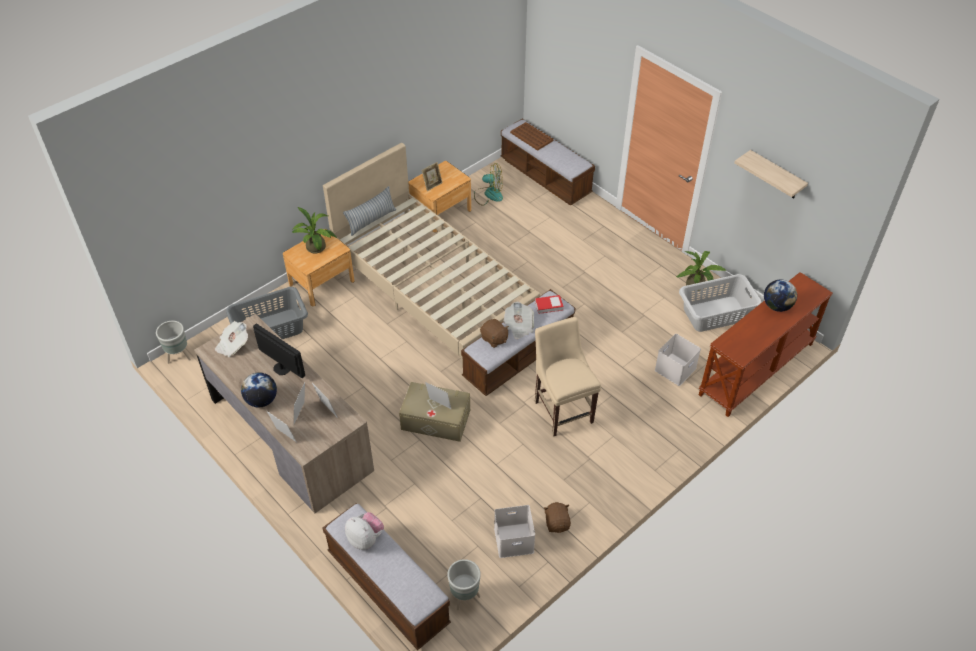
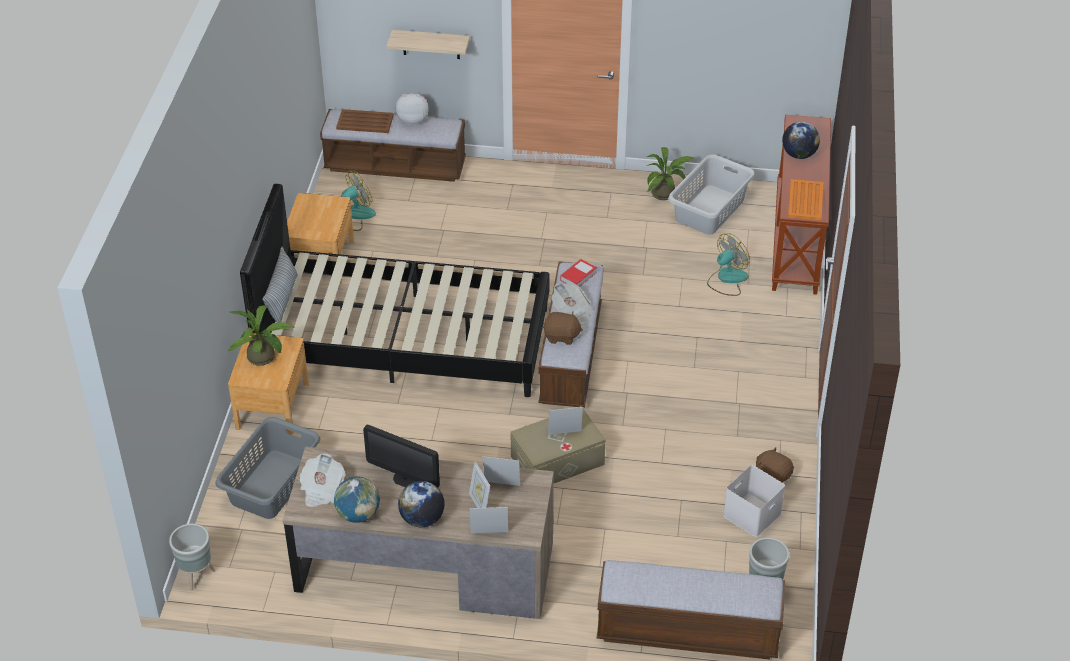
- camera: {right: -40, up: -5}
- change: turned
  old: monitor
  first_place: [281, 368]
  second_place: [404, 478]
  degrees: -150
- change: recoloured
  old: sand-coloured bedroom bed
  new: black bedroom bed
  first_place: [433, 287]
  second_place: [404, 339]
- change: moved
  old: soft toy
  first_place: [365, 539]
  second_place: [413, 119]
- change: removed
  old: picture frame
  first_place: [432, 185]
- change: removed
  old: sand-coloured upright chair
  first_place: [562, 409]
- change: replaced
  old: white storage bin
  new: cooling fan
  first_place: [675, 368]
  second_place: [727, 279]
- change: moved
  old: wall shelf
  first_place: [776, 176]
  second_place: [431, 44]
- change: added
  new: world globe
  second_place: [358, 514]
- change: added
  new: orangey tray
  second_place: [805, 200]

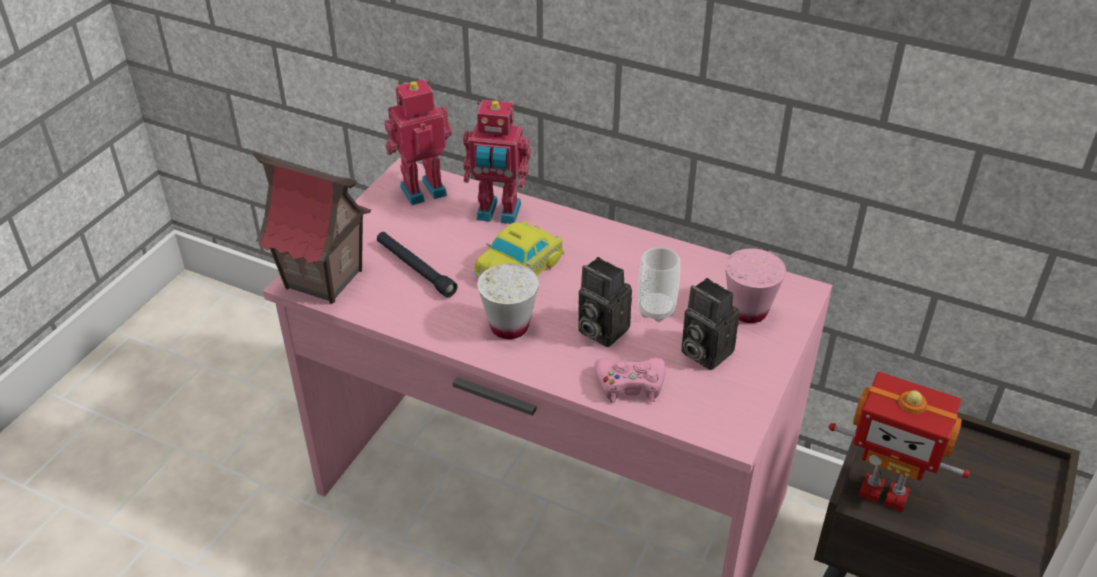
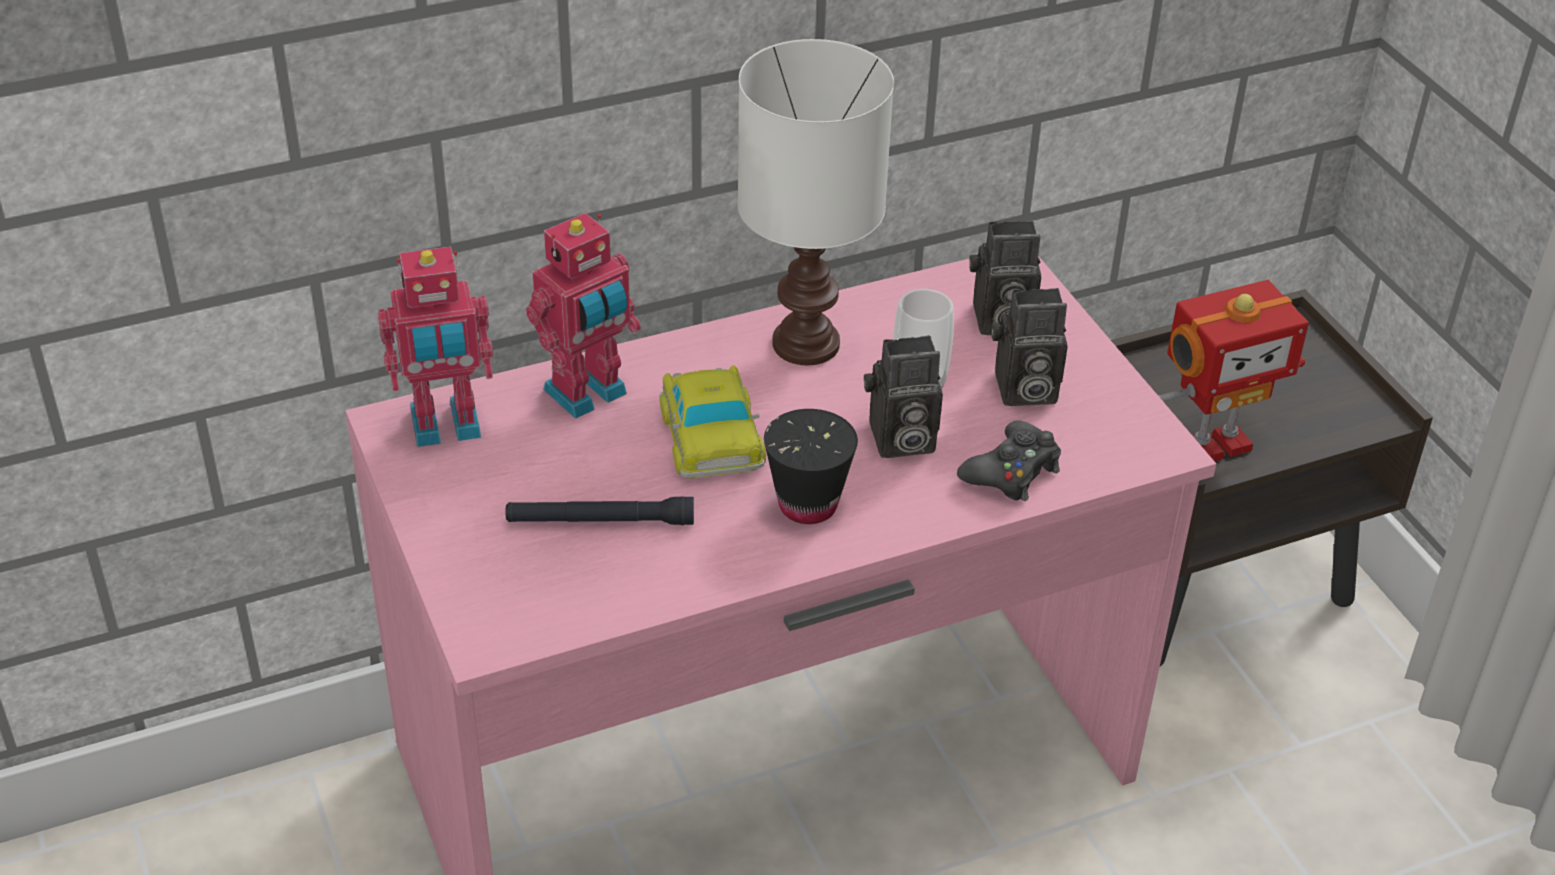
- camera: {right: -50, up: 0}
- change: removed
  old: model house
  first_place: [323, 279]
- change: turned
  old: robot figure
  first_place: [422, 189]
  second_place: [446, 427]
  degrees: -120
- change: recoloured
  old: white drinking cup
  new: black drinking cup
  first_place: [509, 326]
  second_place: [807, 505]
- change: recoloured
  old: pink gamepad
  new: black gamepad
  first_place: [630, 385]
  second_place: [1012, 472]
- change: replaced
  old: pink drinking cup
  new: photo camera
  first_place: [748, 311]
  second_place: [999, 321]
- change: added
  new: white table lamp
  second_place: [806, 346]

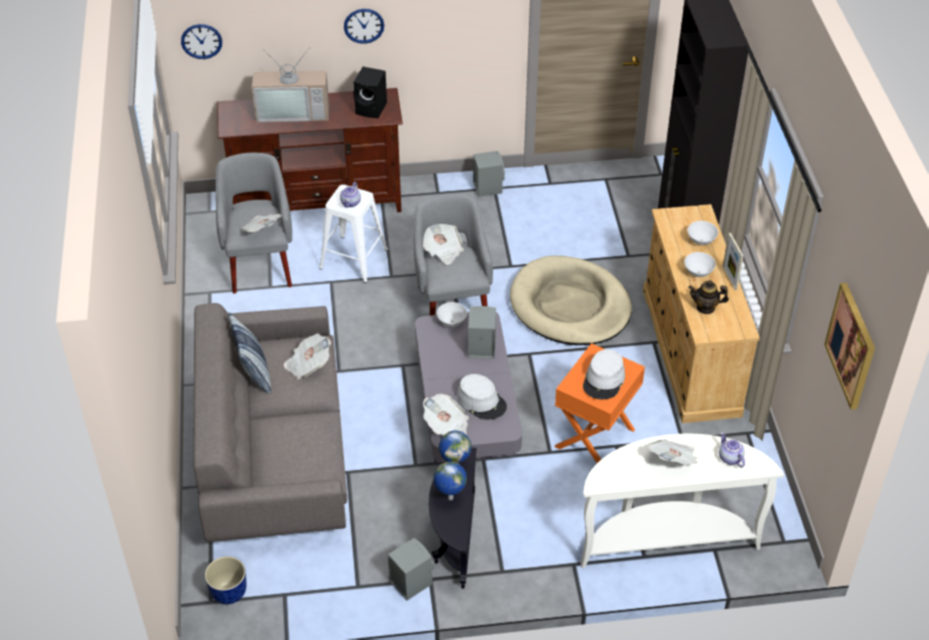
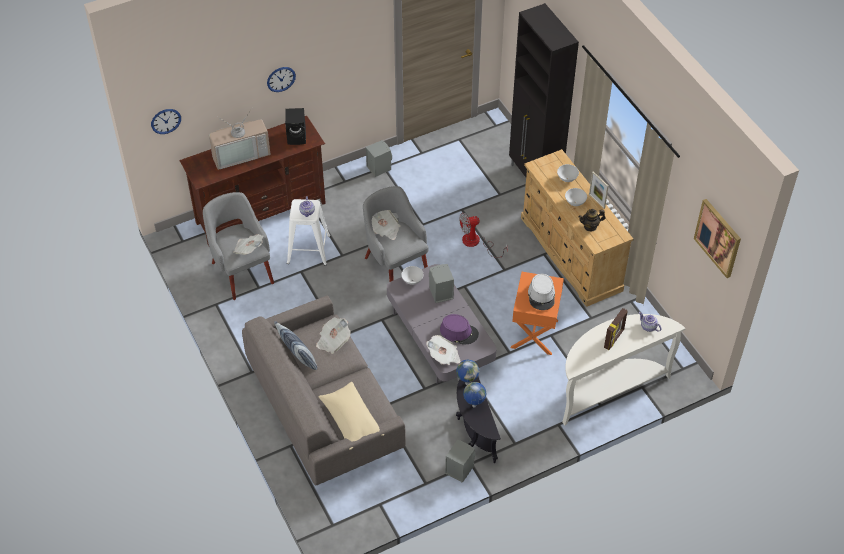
- camera: {right: -20, up: 5}
- change: removed
  old: plant pot
  first_place: [228, 593]
- change: recoloured
  old: greyish wearable hat
  new: purple wearable hat
  first_place: [481, 401]
  second_place: [459, 332]
- change: replaced
  old: sand-coloured pet bed
  new: cooling fan
  first_place: [570, 306]
  second_place: [476, 243]
- change: replaced
  old: newspaper
  new: picture frame
  first_place: [673, 460]
  second_place: [614, 339]
- change: added
  new: sand-coloured pillow
  second_place: [351, 421]

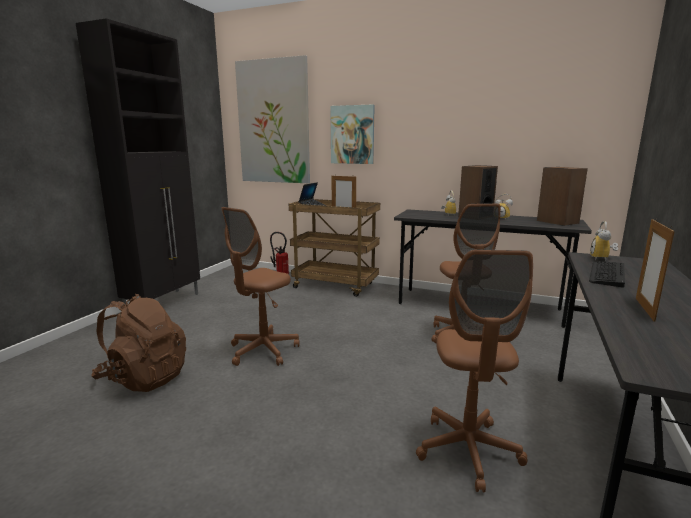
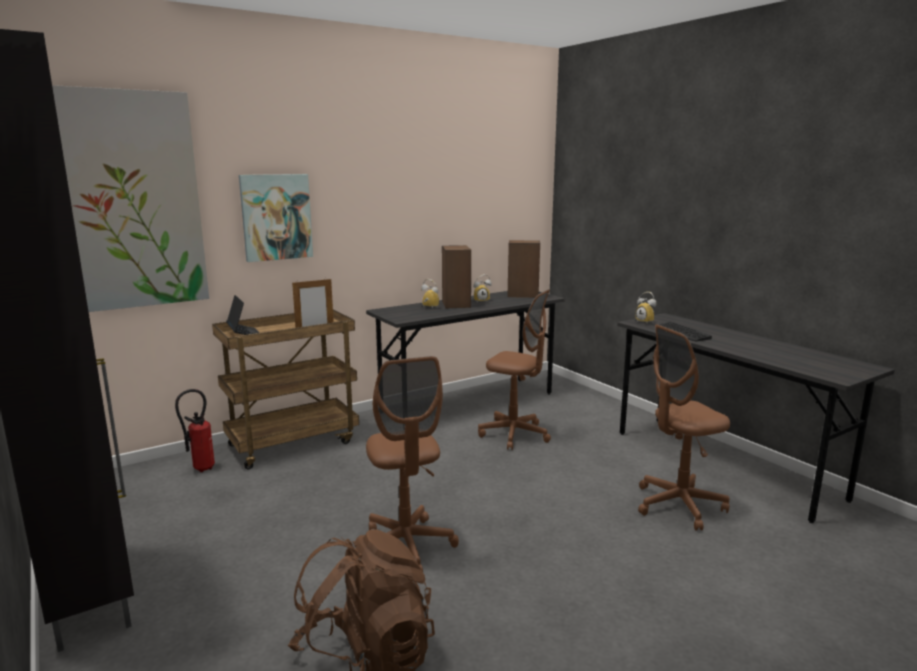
- camera: {right: -55, up: 0}
- change: turned
  old: brownish office chair
  first_place: [468, 450]
  second_place: [678, 505]
  degrees: 120
- change: removed
  old: picture frame
  first_place: [644, 309]

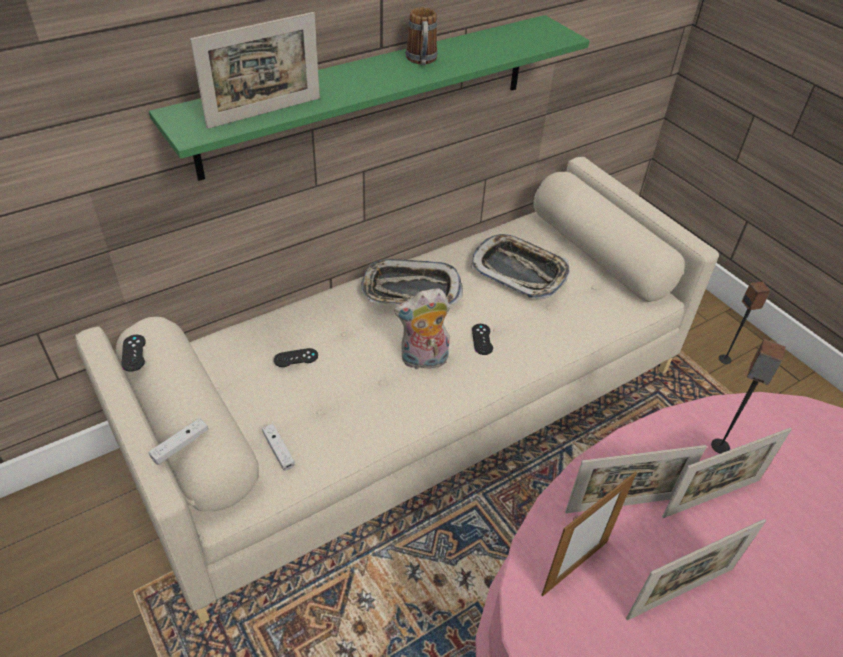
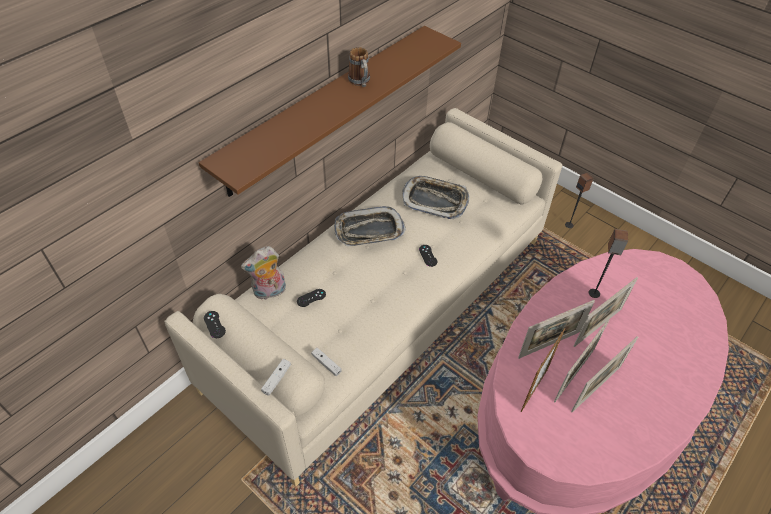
- camera: {right: -15, up: 5}
- change: recoloured
  old: green wall shelf
  new: brownish wall shelf
  first_place: [371, 94]
  second_place: [326, 108]
- change: moved
  old: picture frame
  first_place: [265, 112]
  second_place: [574, 375]
- change: moved
  old: soft toy
  first_place: [423, 361]
  second_place: [269, 292]

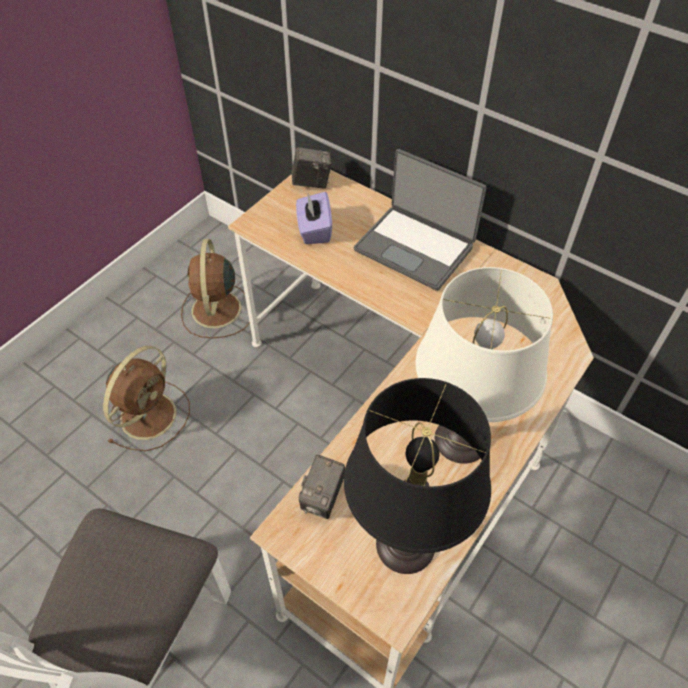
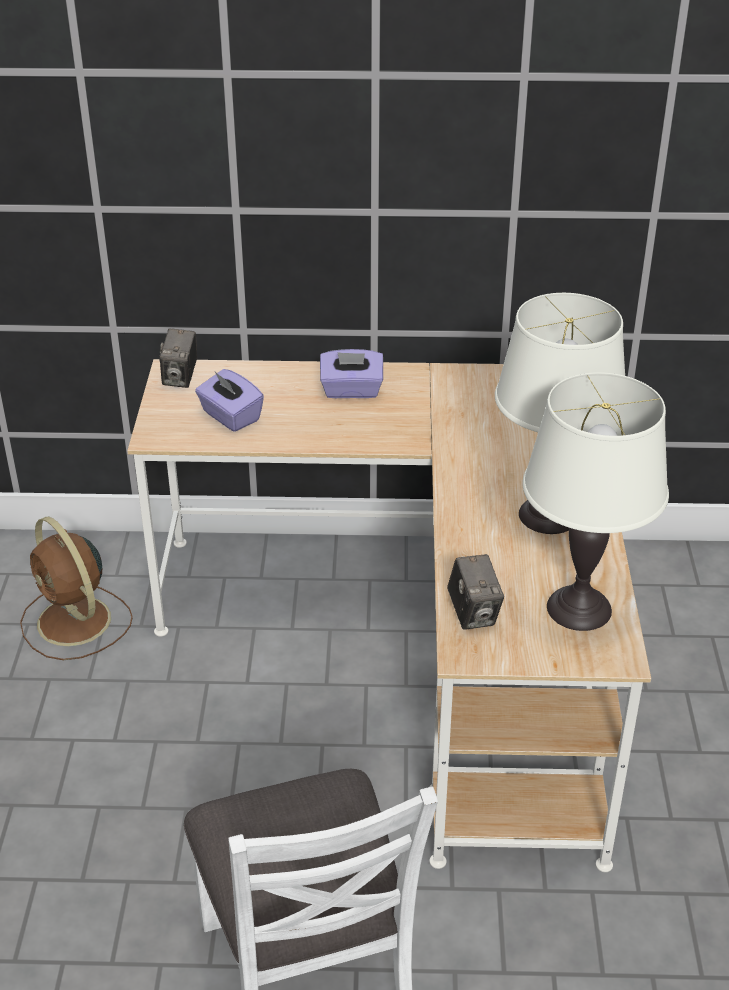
- camera: {right: -35, up: -15}
- change: removed
  old: brownish cooling fan
  first_place: [150, 413]
- change: turned
  old: photo camera
  first_place: [311, 183]
  second_place: [180, 378]
  degrees: 135
- change: recoloured
  old: black table lamp
  new: white table lamp
  first_place: [405, 544]
  second_place: [578, 608]
- change: replaced
  old: notebook computer
  new: purple tissue holder
  first_place: [415, 247]
  second_place: [351, 391]

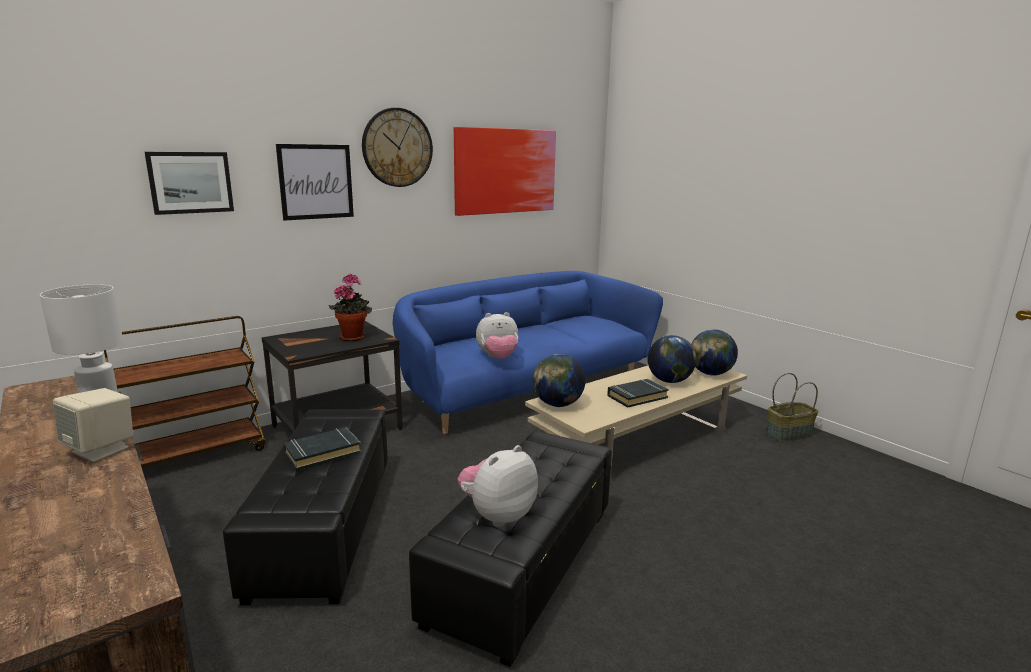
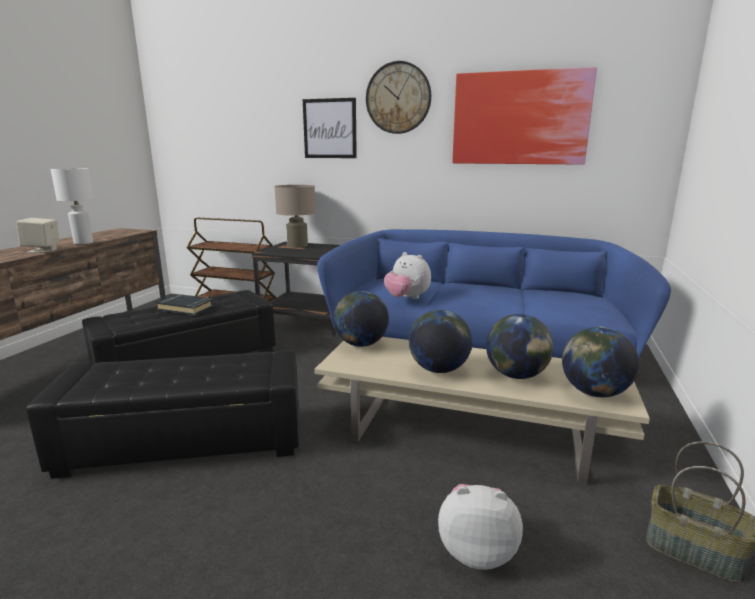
- camera: {right: 55, up: 0}
- change: removed
  old: wall art
  first_place: [190, 182]
- change: removed
  old: plant in a pot
  first_place: [353, 337]
- change: moved
  old: soft toy
  first_place: [497, 515]
  second_place: [476, 550]
- change: replaced
  old: black book
  new: world globe
  first_place: [636, 396]
  second_place: [438, 370]
- change: added
  new: sand-coloured table lamp
  second_place: [297, 245]

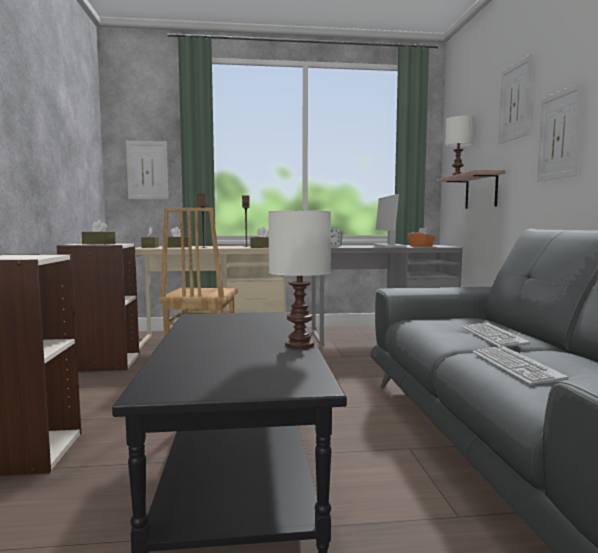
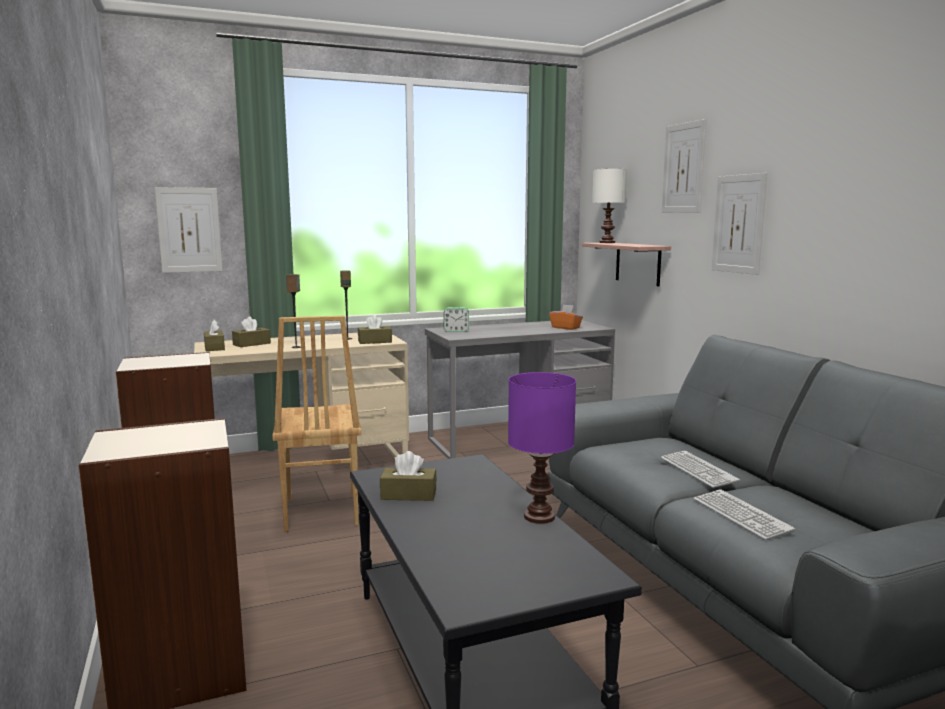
- camera: {right: -15, up: 5}
- change: moved
  old: brownish tissue holder
  first_place: [98, 244]
  second_place: [408, 494]
- change: recoloured
  old: white table lamp
  new: purple table lamp
  first_place: [300, 345]
  second_place: [540, 517]
- change: removed
  old: monitor
  first_place: [389, 246]

